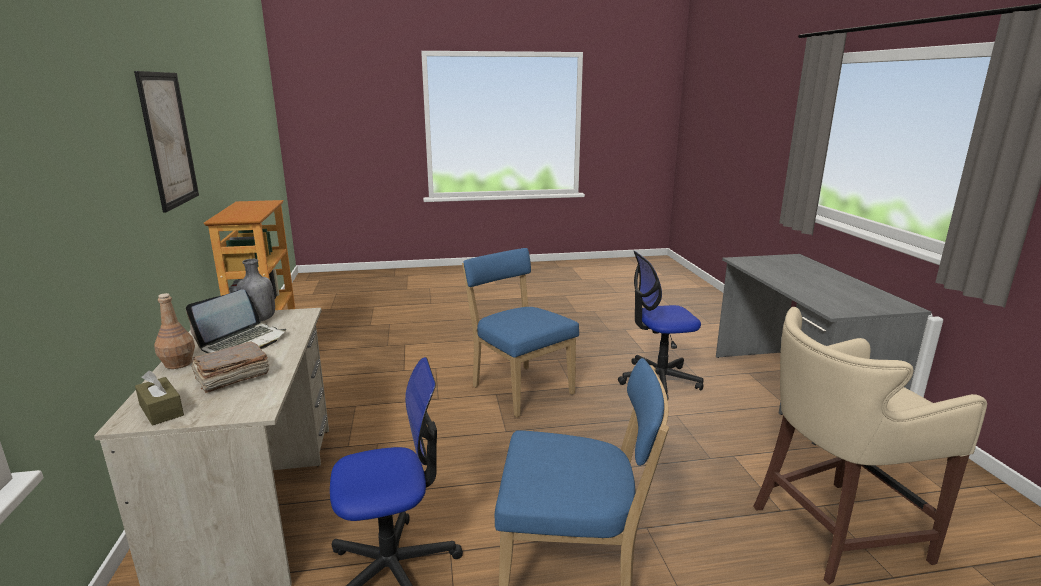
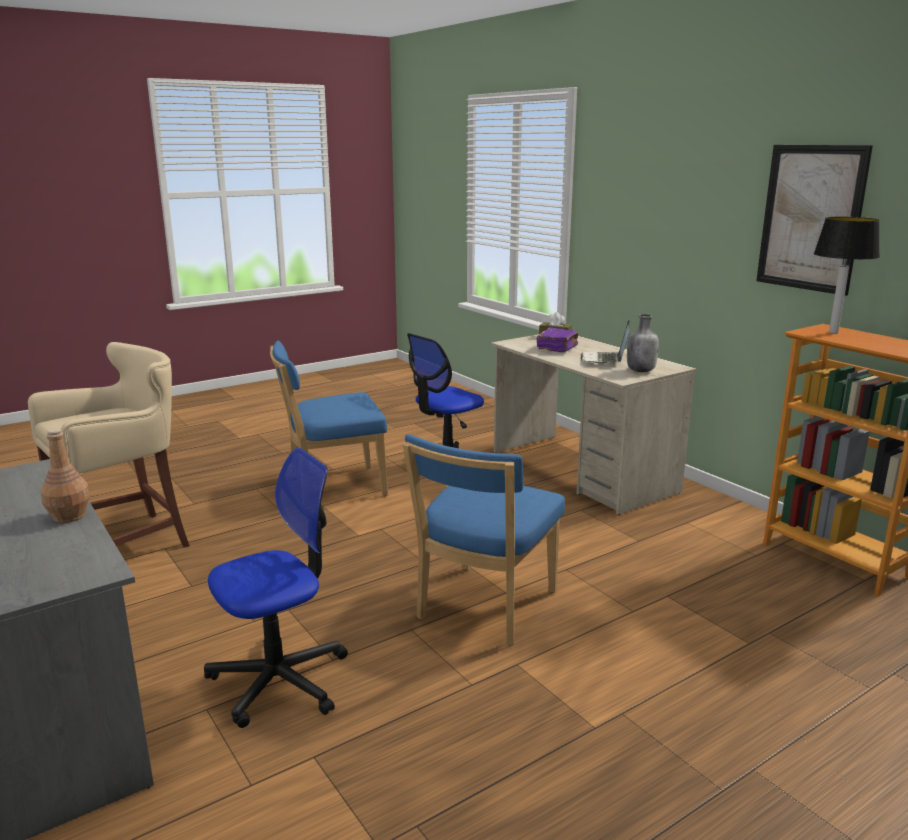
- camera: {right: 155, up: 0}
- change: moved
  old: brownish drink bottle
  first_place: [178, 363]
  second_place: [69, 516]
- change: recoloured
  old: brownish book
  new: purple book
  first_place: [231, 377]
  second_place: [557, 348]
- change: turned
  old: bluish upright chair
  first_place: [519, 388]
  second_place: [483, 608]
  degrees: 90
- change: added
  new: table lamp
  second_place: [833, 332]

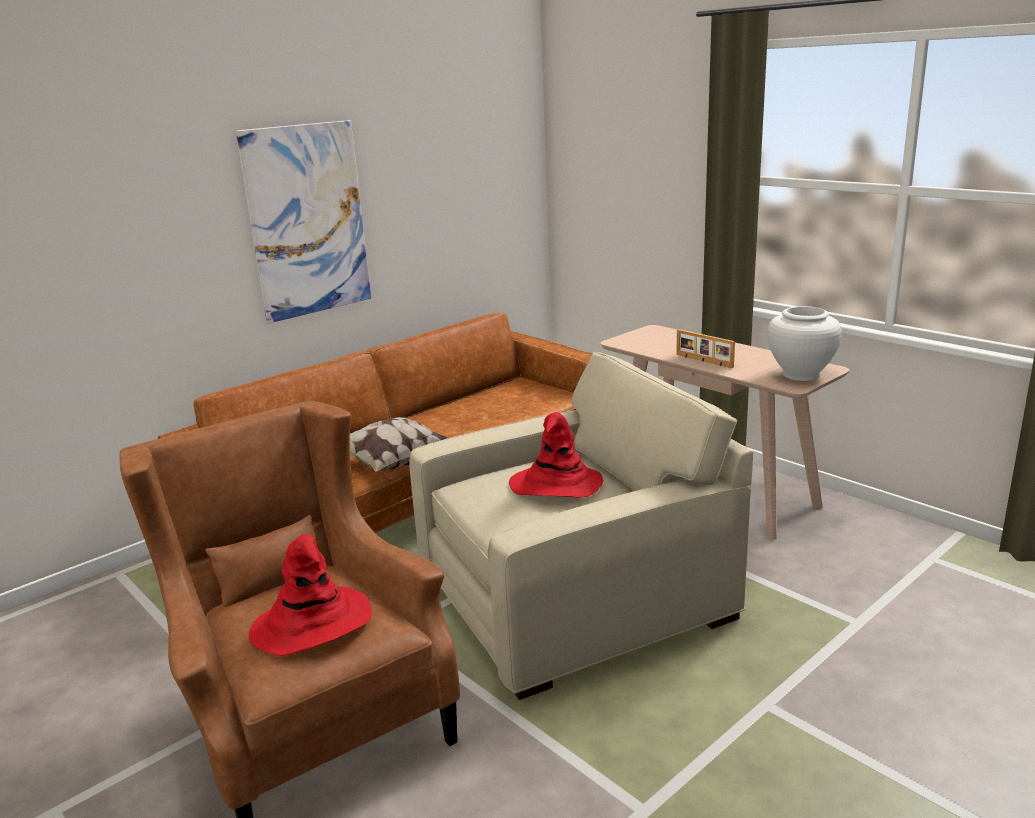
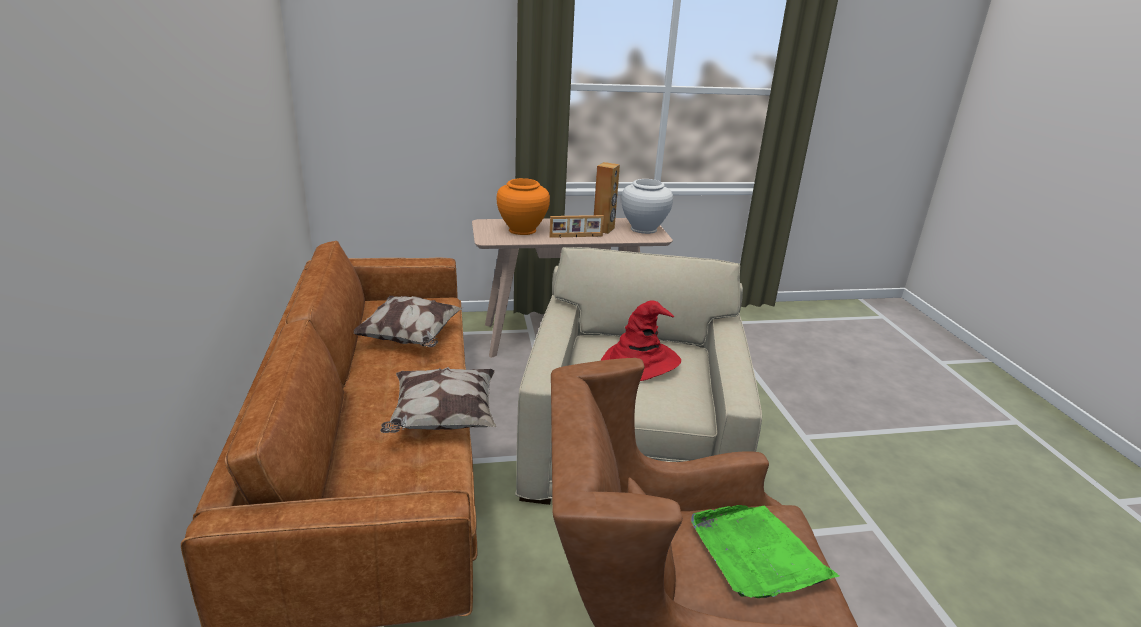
- camera: {right: -60, up: 5}
- change: removed
  old: wall art
  first_place: [308, 221]
- change: replaced
  old: red wearable hat
  new: green tray
  first_place: [312, 623]
  second_place: [756, 554]
- change: added
  new: pillow
  second_place: [410, 338]
- change: added
  new: orangey vase
  second_place: [522, 230]
- change: added
  new: brownish loudspeaker
  second_place: [604, 229]

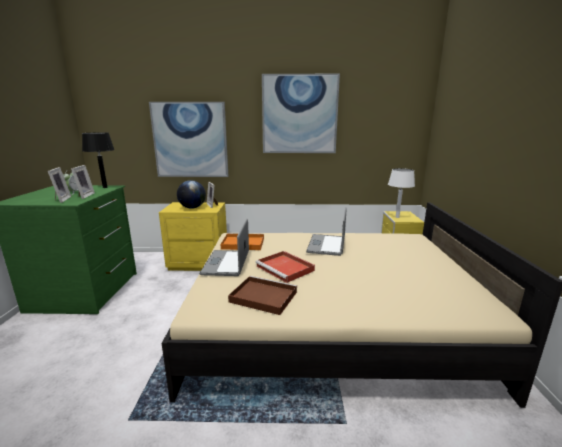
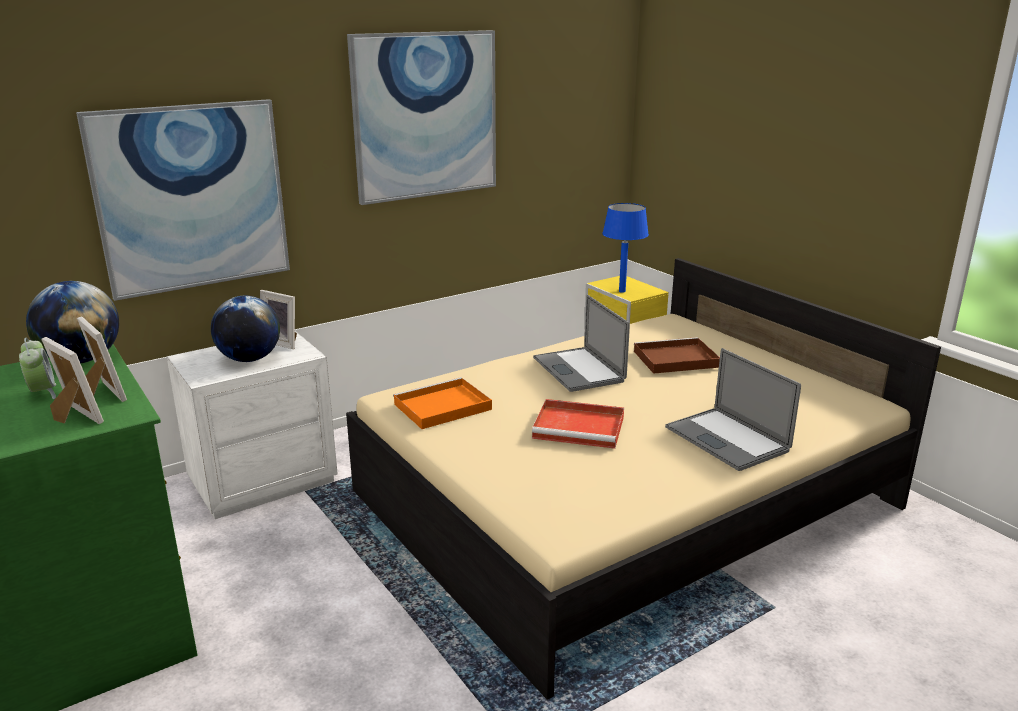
- camera: {right: -35, up: 5}
- change: replaced
  old: black table lamp
  new: world globe
  first_place: [105, 187]
  second_place: [81, 360]
- change: recoloured
  old: yellow night table
  new: white night table
  first_place: [199, 262]
  second_place: [262, 481]
- change: moved
  old: notebook computer
  first_place: [226, 263]
  second_place: [726, 439]
- change: moved
  old: brownish tray
  first_place: [262, 297]
  second_place: [674, 359]
- change: recoloured
  old: white table lamp
  new: bluish table lamp
  first_place: [397, 217]
  second_place: [621, 291]

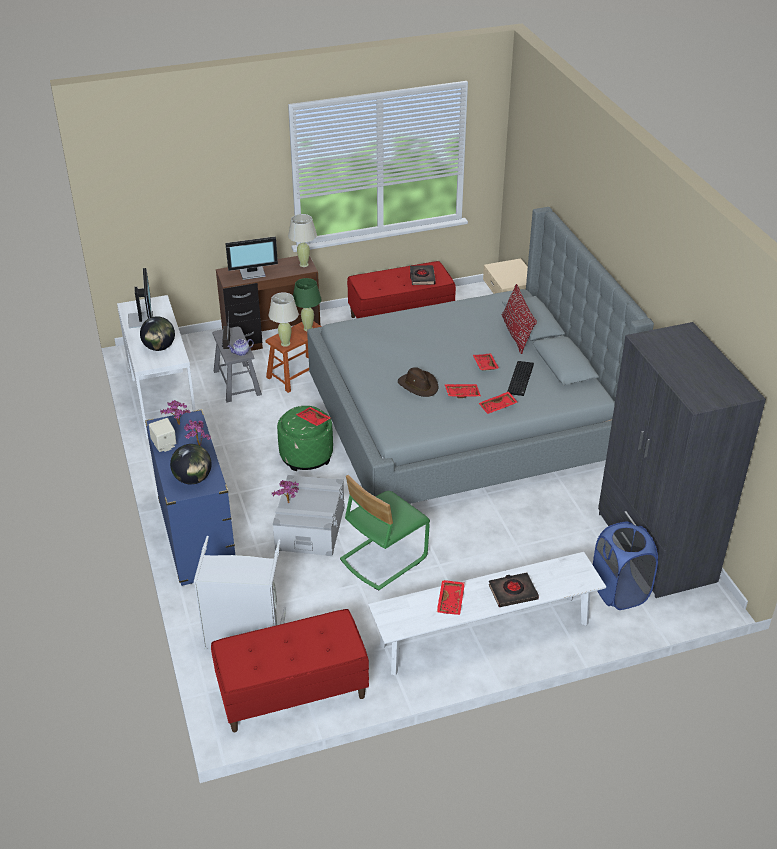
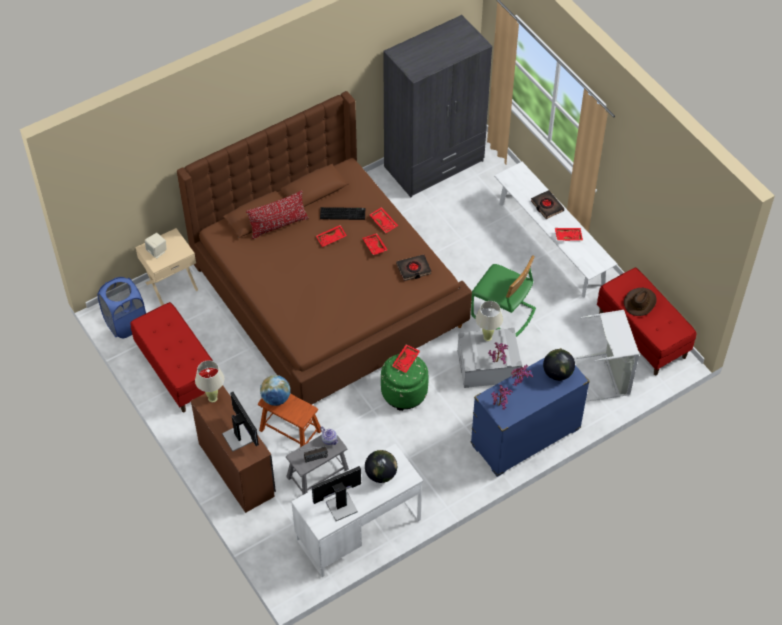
- camera: {right: -105, up: 15}
- change: moved
  old: sand-coloured loudspeaker
  first_place: [164, 445]
  second_place: [157, 251]
- change: moved
  old: sand-coloured table lamp
  first_place: [285, 343]
  second_place: [487, 337]
- change: replaced
  old: green table lamp
  new: world globe
  first_place: [308, 328]
  second_place: [276, 398]
- change: recoloured
  old: greyish bedroom bed
  new: brownish bedroom bed
  first_place: [464, 423]
  second_place: [328, 293]
- change: moved
  old: brownish wearable hat
  first_place: [418, 385]
  second_place: [640, 302]
- change: moved
  old: black book
  first_place: [422, 277]
  second_place: [413, 269]
- change: moved
  old: bluish laundry basket
  first_place: [619, 591]
  second_place: [126, 323]

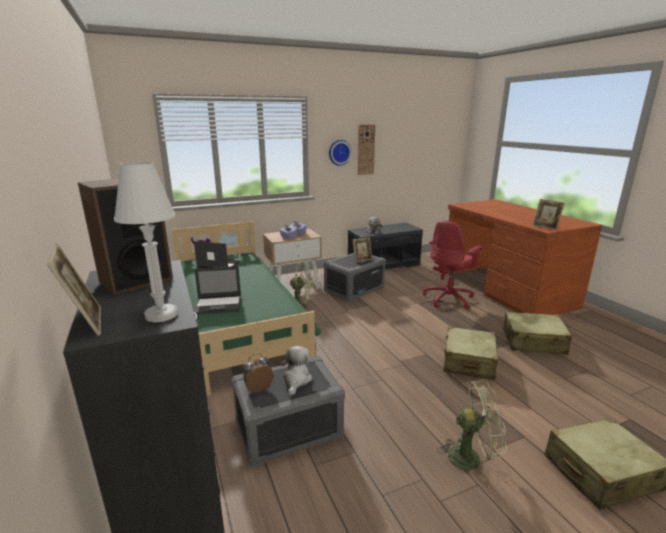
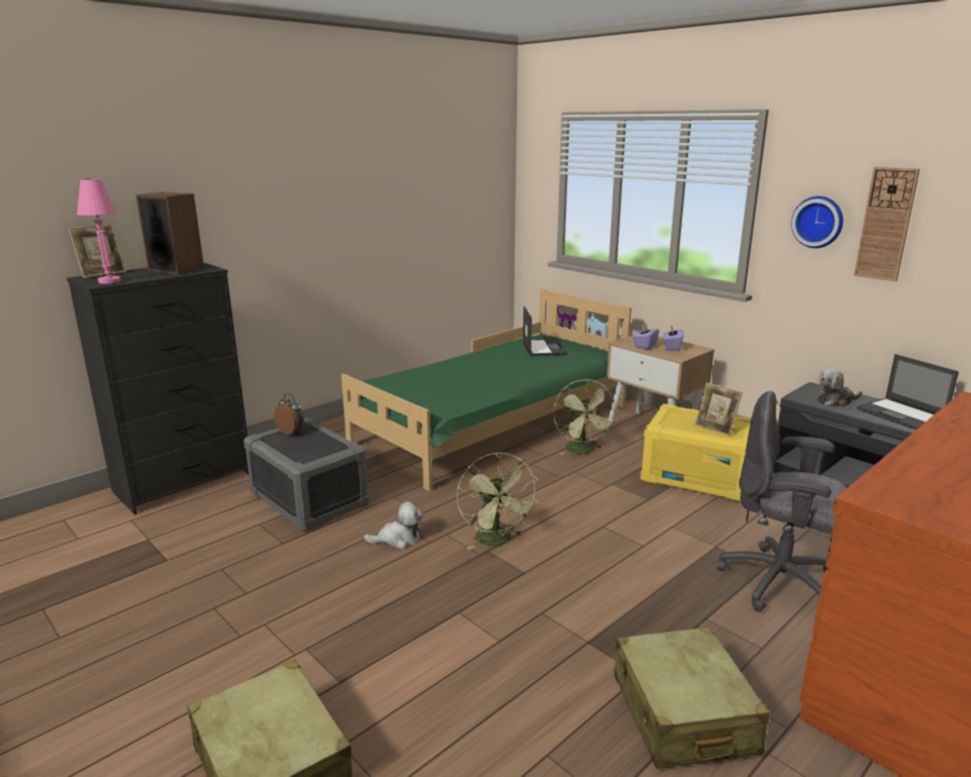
- camera: {right: 70, up: 0}
- change: recoloured
  old: white table lamp
  new: pink table lamp
  first_place: [161, 315]
  second_place: [109, 281]
- change: moved
  old: notebook computer
  first_place: [219, 305]
  second_place: [902, 415]
- change: moved
  old: soft toy
  first_place: [296, 380]
  second_place: [398, 539]
- change: recoloured
  old: greyish storage bin
  new: yellow storage bin
  first_place: [354, 289]
  second_place: [698, 477]
- change: recoloured
  old: red office chair
  new: greyish office chair
  first_place: [449, 299]
  second_place: [781, 583]
- change: moved
  old: green cooling fan
  first_place: [471, 457]
  second_place: [497, 541]
- change: removed
  old: sand-coloured travel case
  first_place: [468, 362]
- change: removed
  old: picture frame
  first_place: [545, 227]

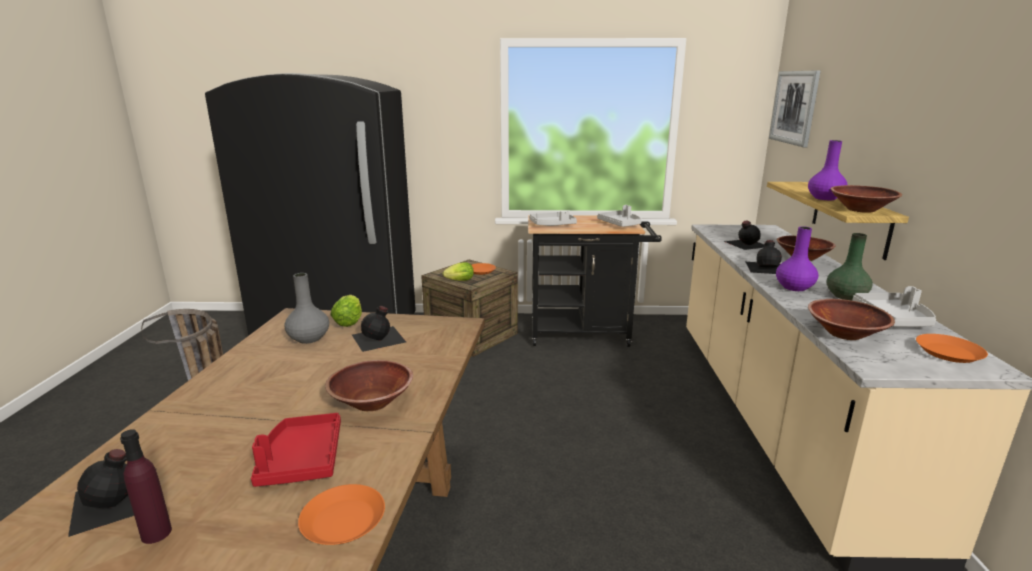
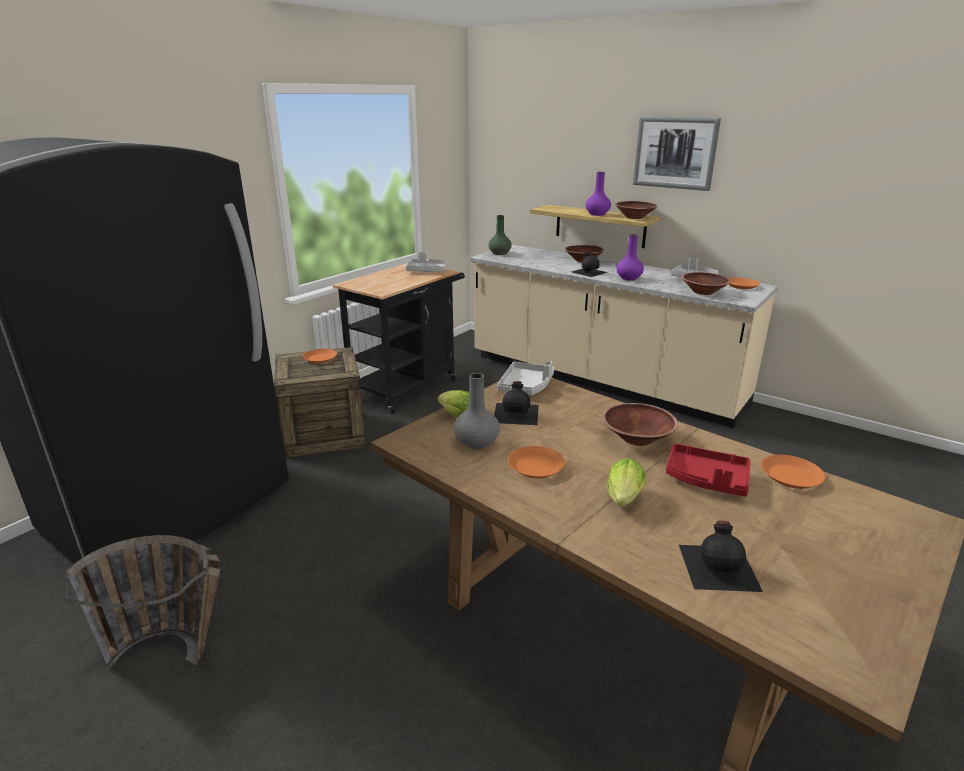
- camera: {right: -55, up: 5}
- change: removed
  old: purple drink bottle
  first_place: [156, 533]
- change: moved
  old: head of lettuce
  first_place: [458, 281]
  second_place: [623, 500]
- change: moved
  old: greyish tray
  first_place: [553, 225]
  second_place: [526, 386]
- change: removed
  old: black drink bottle
  first_place: [745, 244]
- change: moved
  old: wall art
  first_place: [794, 107]
  second_place: [675, 153]
- change: moved
  old: green vase
  first_place: [846, 296]
  second_place: [499, 253]
- change: added
  new: orangey dinner plate
  second_place: [536, 466]

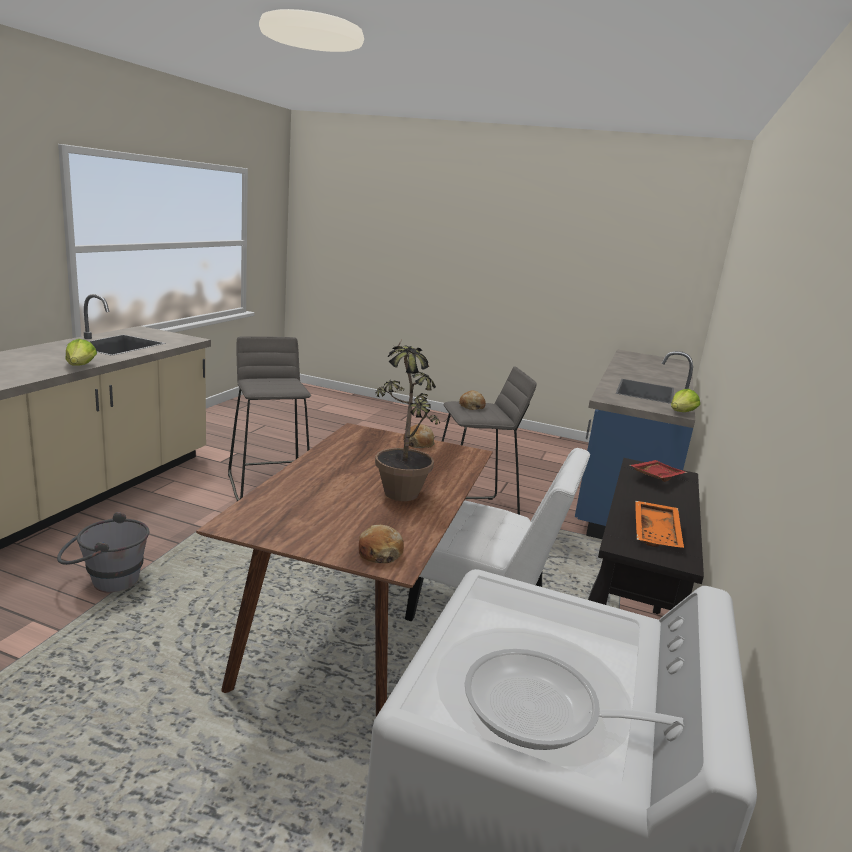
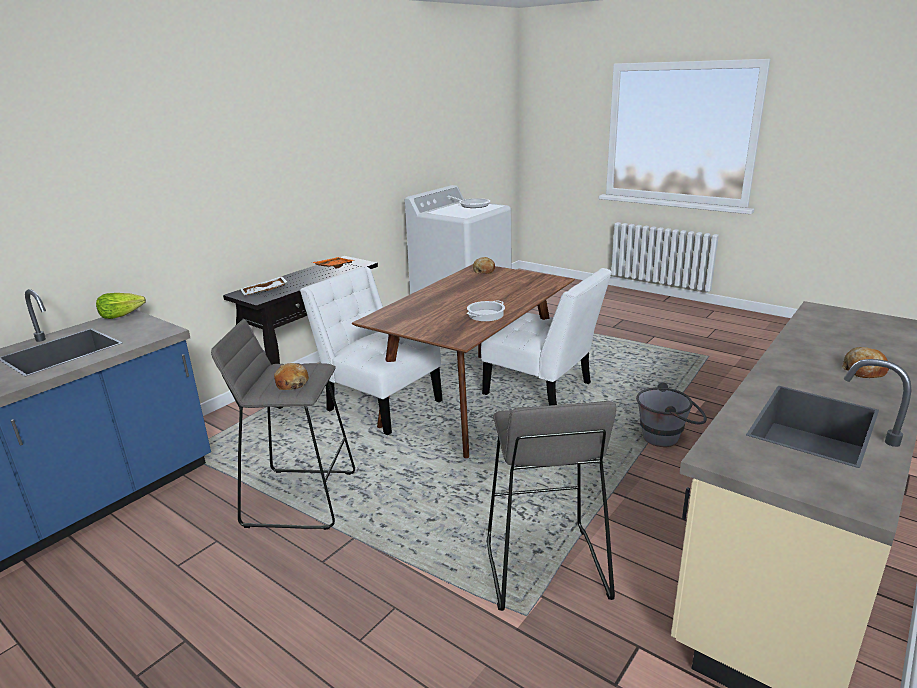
- camera: {right: -160, up: 5}
- change: removed
  old: head of lettuce
  first_place: [80, 366]
- change: removed
  old: plant in a pot
  first_place: [399, 488]
- change: moved
  old: baked bread
  first_place: [419, 443]
  second_place: [863, 370]
- change: recoloured
  old: red tray
  new: white tray
  first_place: [655, 476]
  second_place: [265, 292]
- change: added
  new: cooking pot
  second_place: [486, 315]
- change: added
  new: white upright chair
  second_place: [543, 390]

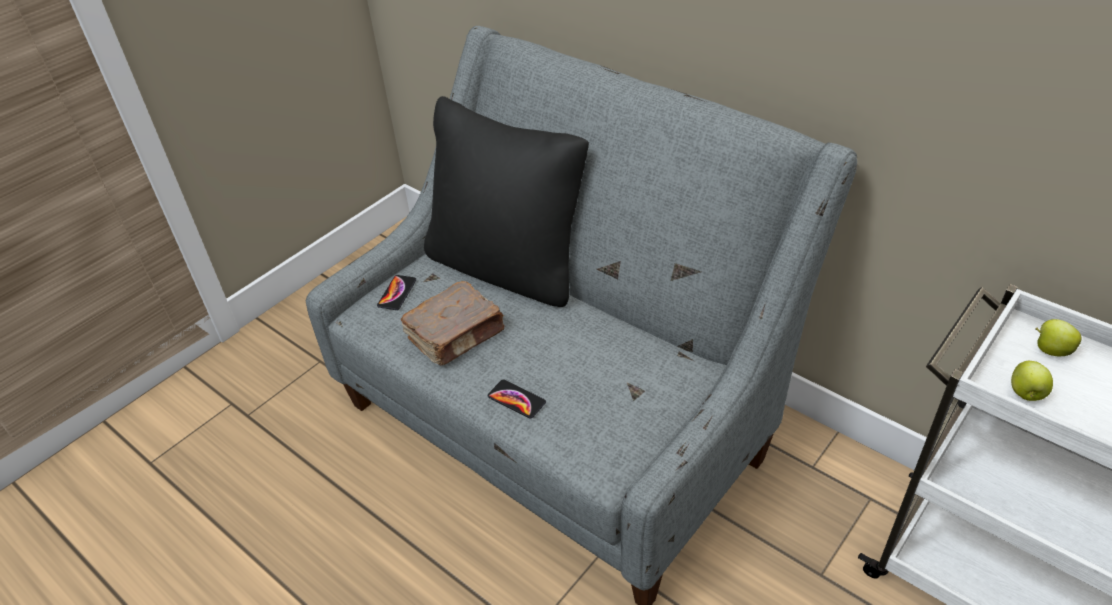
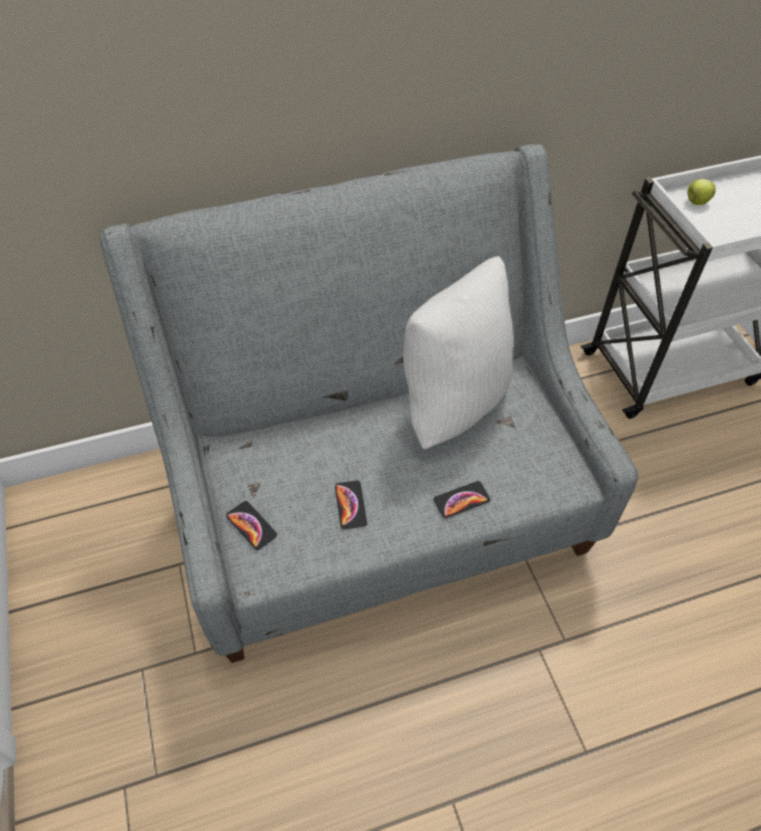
- camera: {right: -60, up: 10}
- change: replaced
  old: brownish book
  new: telephone
  first_place: [456, 335]
  second_place: [350, 505]
- change: removed
  old: black pillow
  first_place: [507, 267]
- change: removed
  old: whole apple
  first_place: [1025, 394]
- change: added
  new: white pillow
  second_place: [453, 402]

